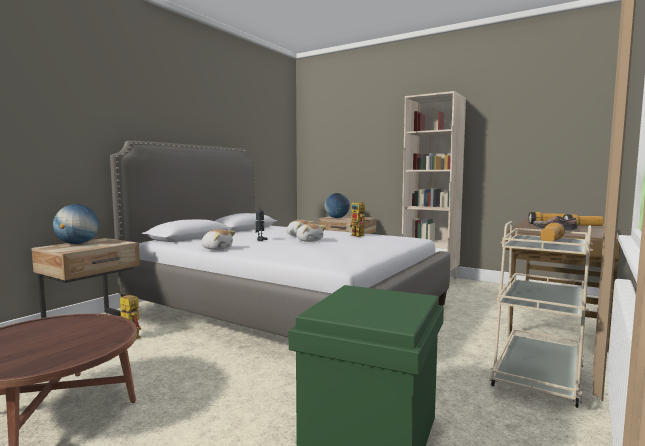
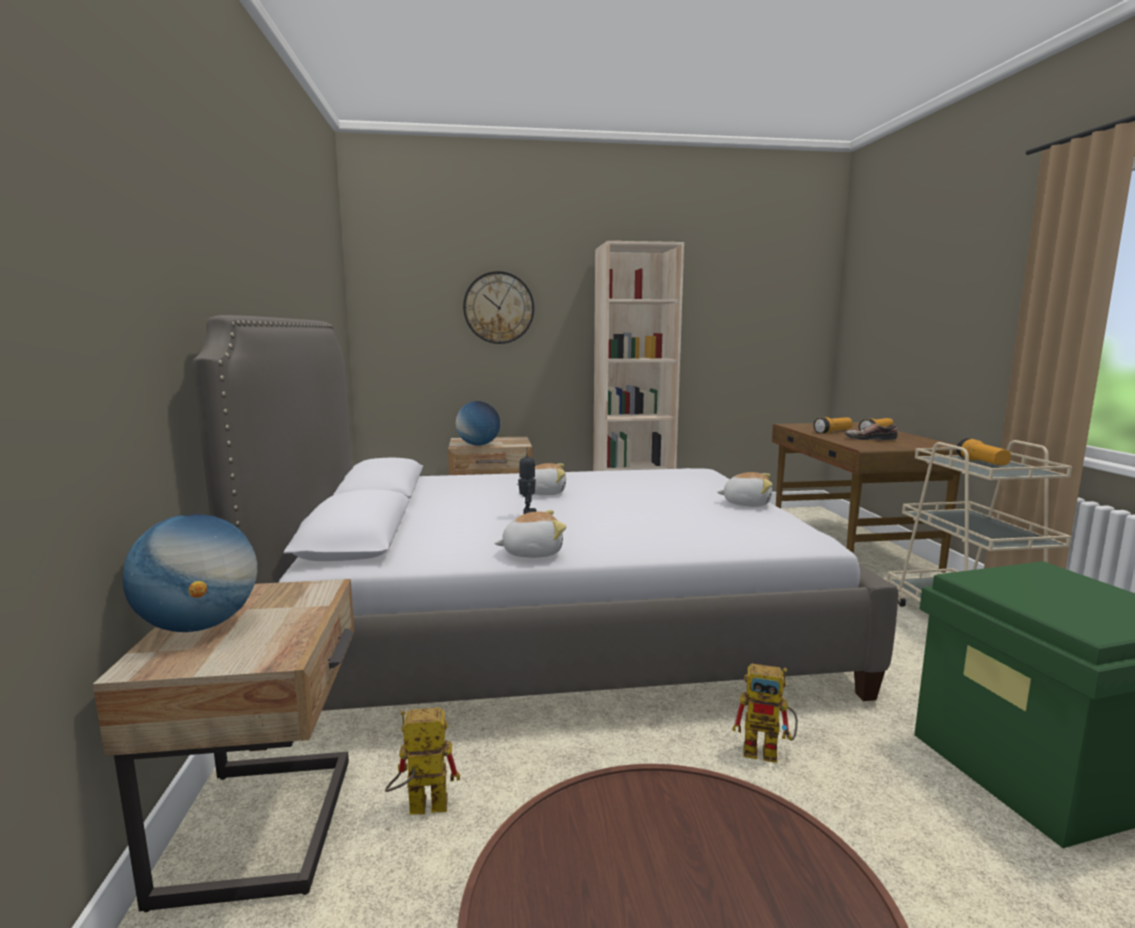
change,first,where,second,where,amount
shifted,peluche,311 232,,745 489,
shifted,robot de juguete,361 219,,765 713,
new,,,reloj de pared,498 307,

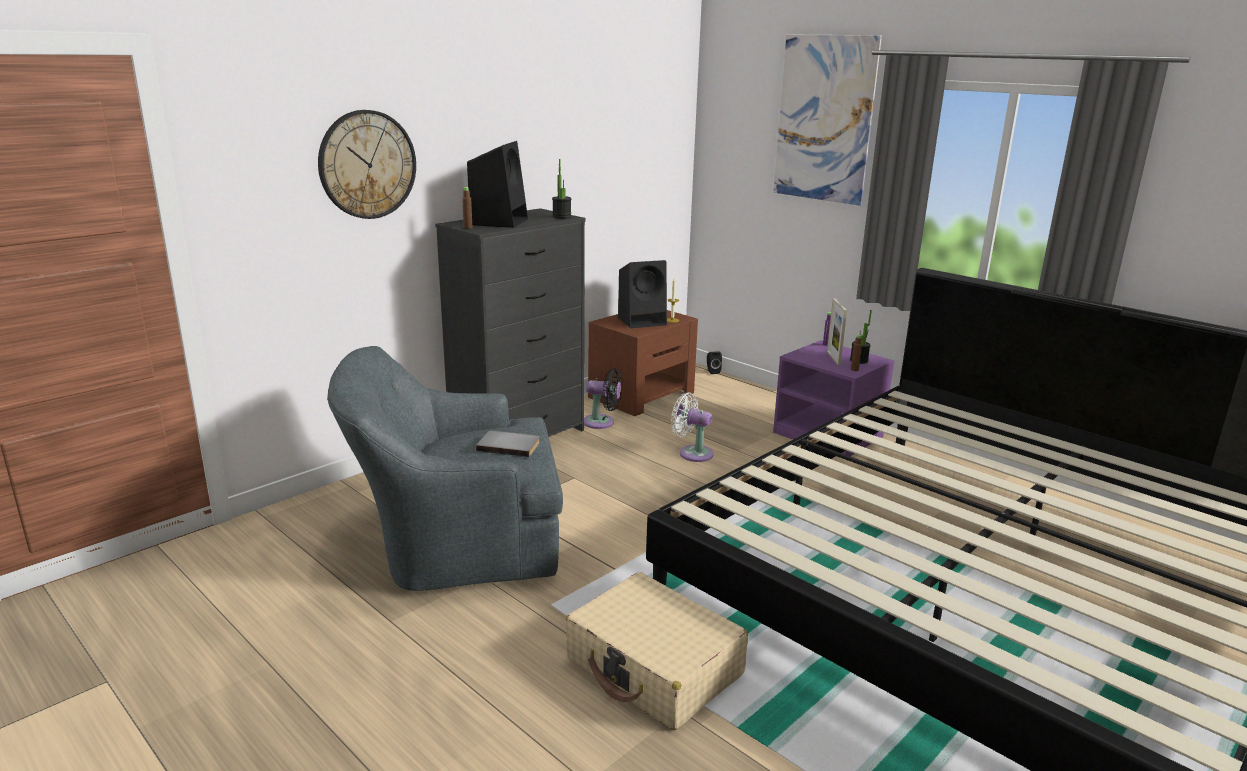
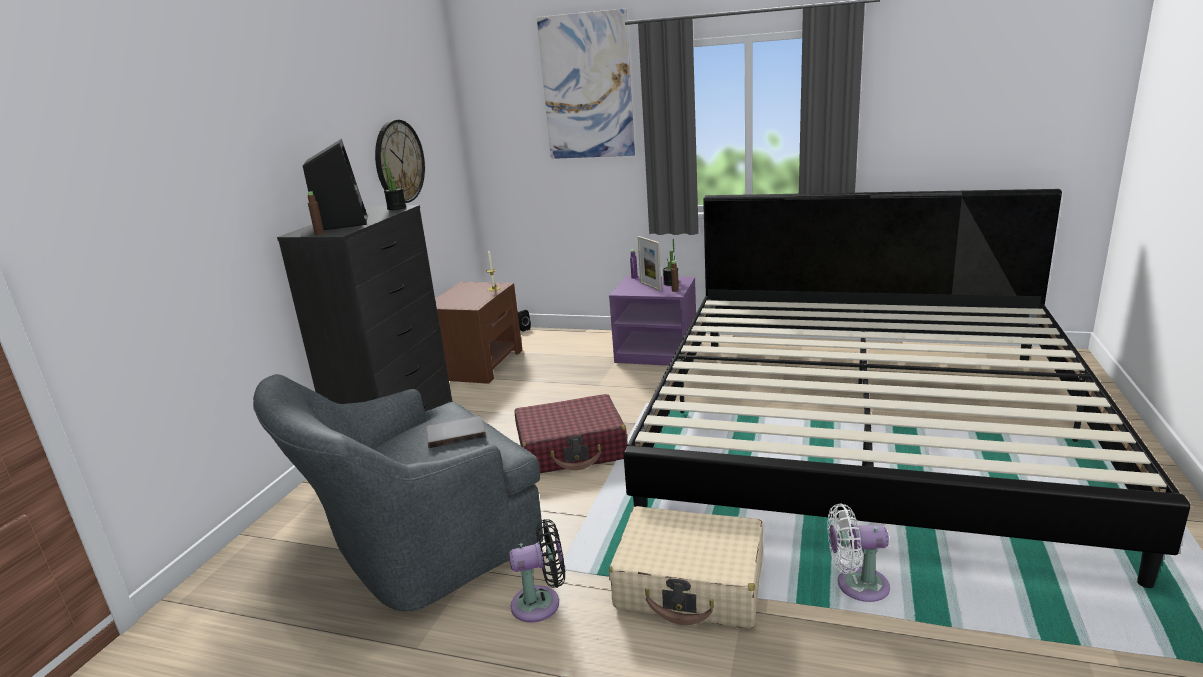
change,first,where,second,where,amount
shifted,reloj de pared,367 164,,400 161,
shifted,ventilador/negro,603 399,,537 571,
gone,altavoz/negro,642 294,,,
shifted,ventilador/blanco,692 427,,858 552,
new,,,maleta/rojo,570 433,

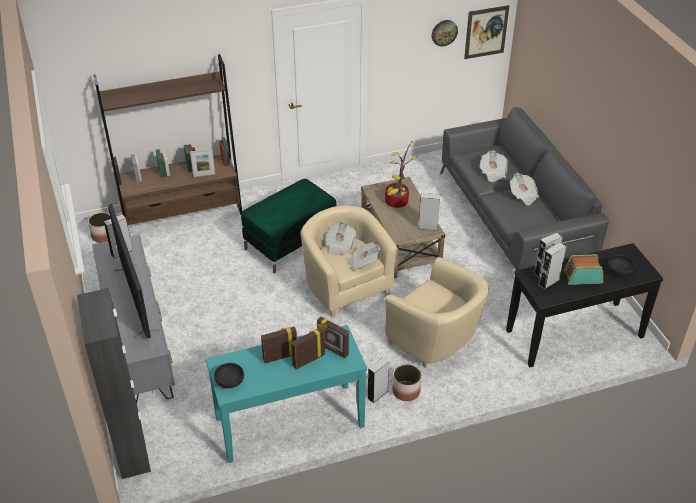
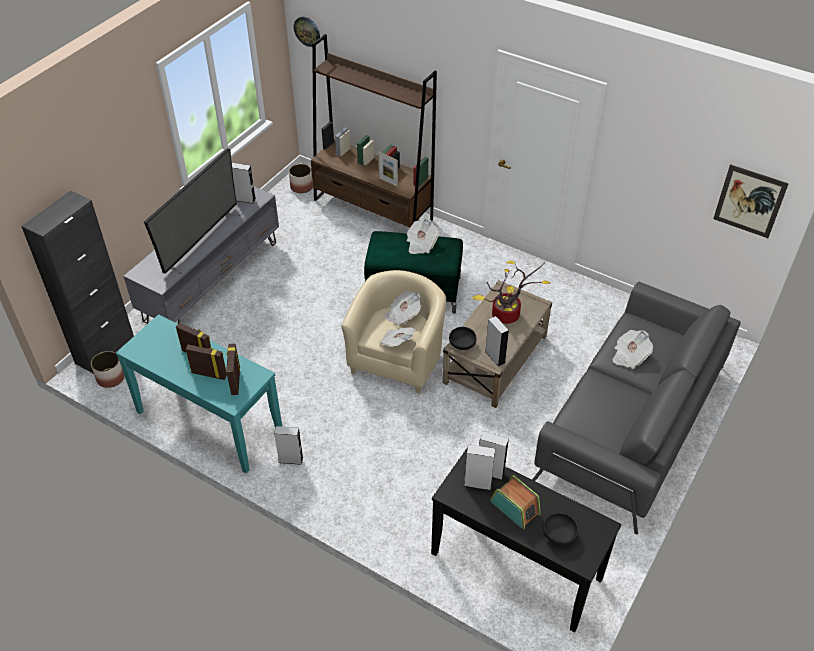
change,first,where,second,where,amount
shifted,cuenco/negro,229 375,,463 338,
gone,sillón/beis,437 312,,,
shifted,maceta,406 382,,108 369,
shifted,reloj de pared,444 33,,307 32,
shifted,periódico,524 189,,423 236,

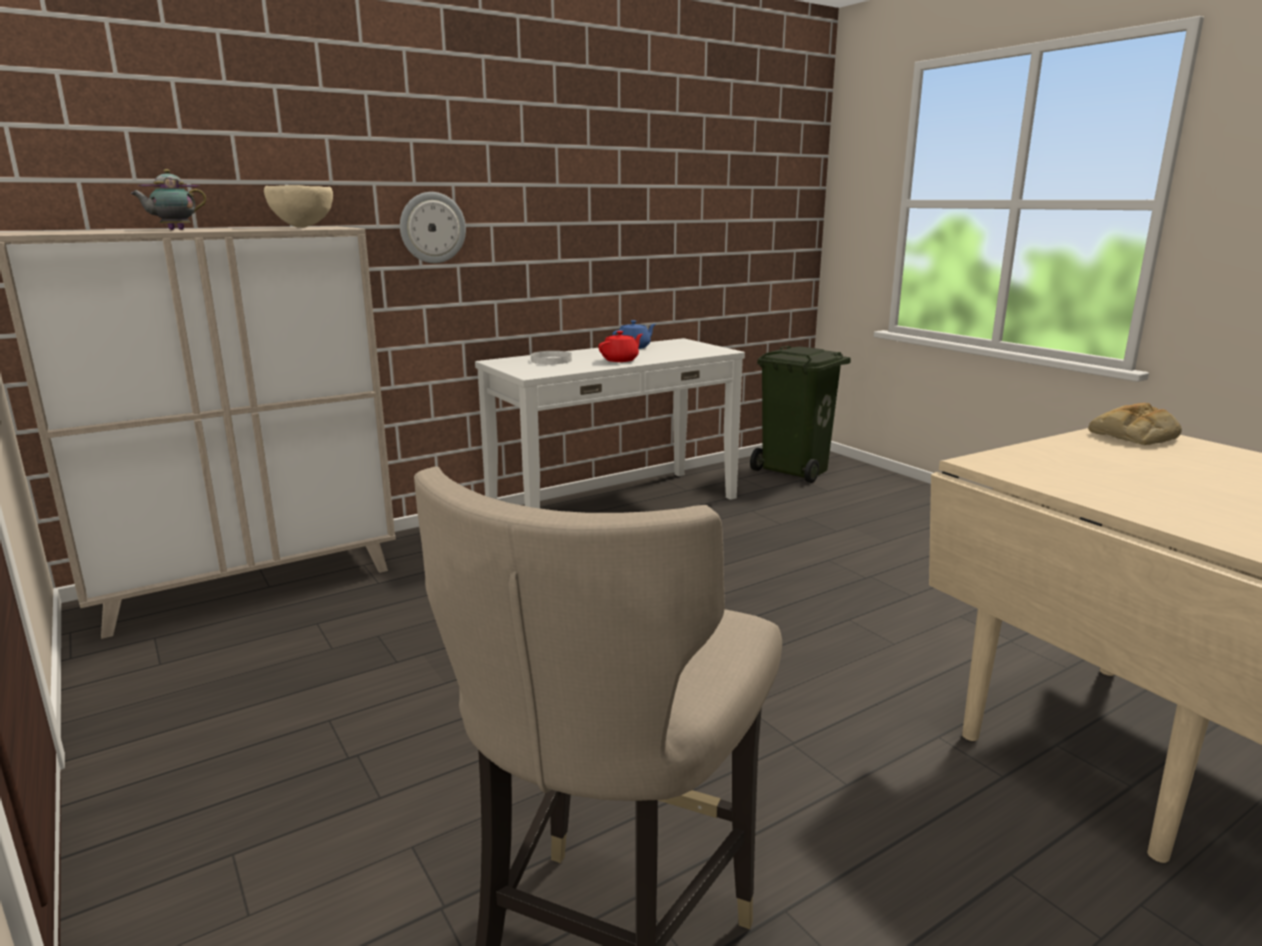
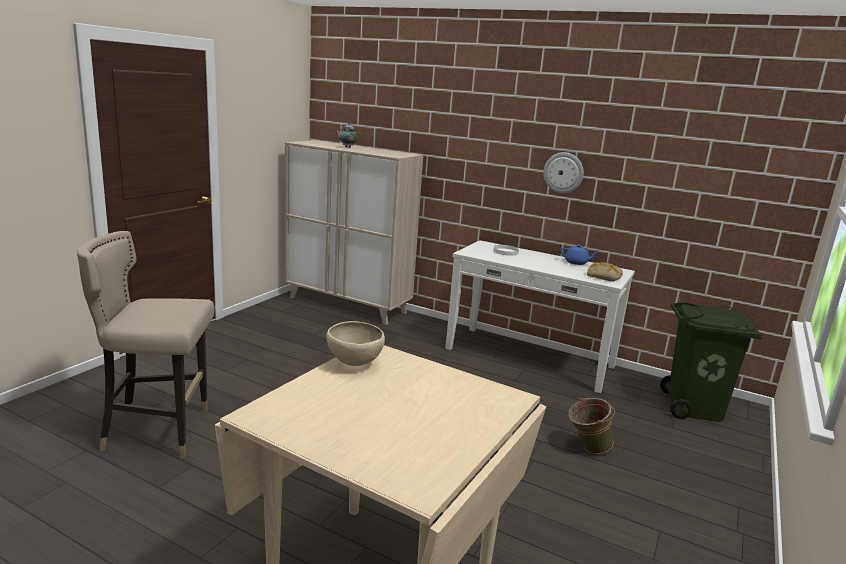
change,first,where,second,where,amount
shifted,cuenco/beis,298 206,,355 343,
shifted,reloj de pared,433 227,,563 172,
gone,tetera/rojo,620 346,,,
shifted,pan,1135 424,,605 272,
new,,,cubo/verde,591 425,

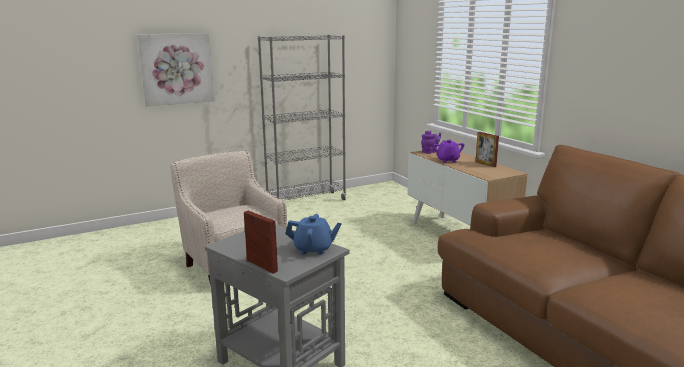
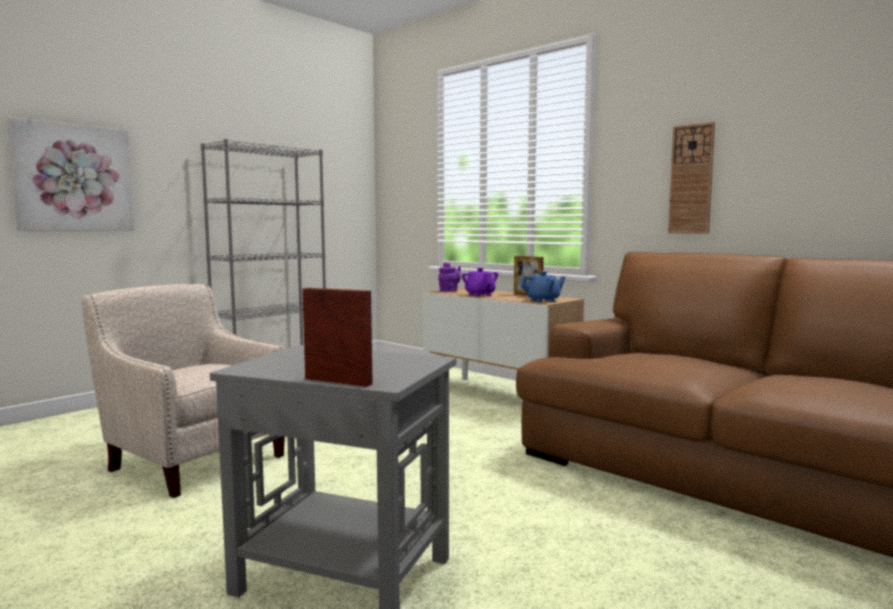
change,first,where,second,where,amount
shifted,tetera/azul,313 234,,543 286,
new,,,reloj de pared,691 178,

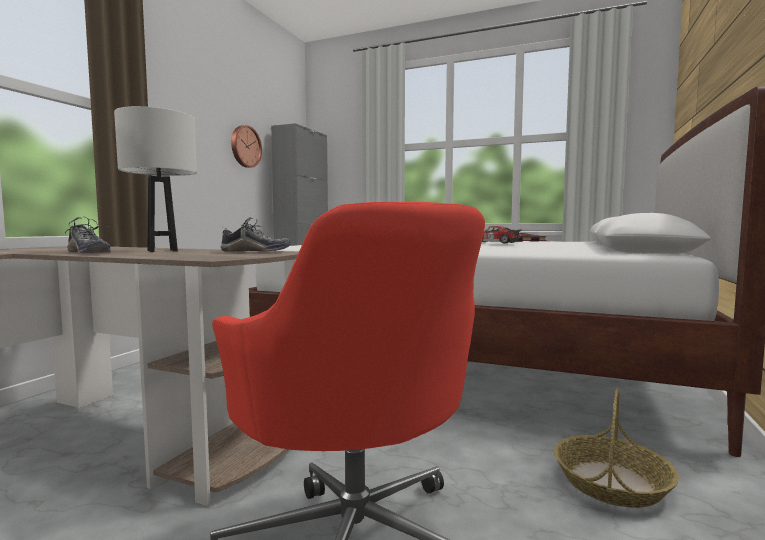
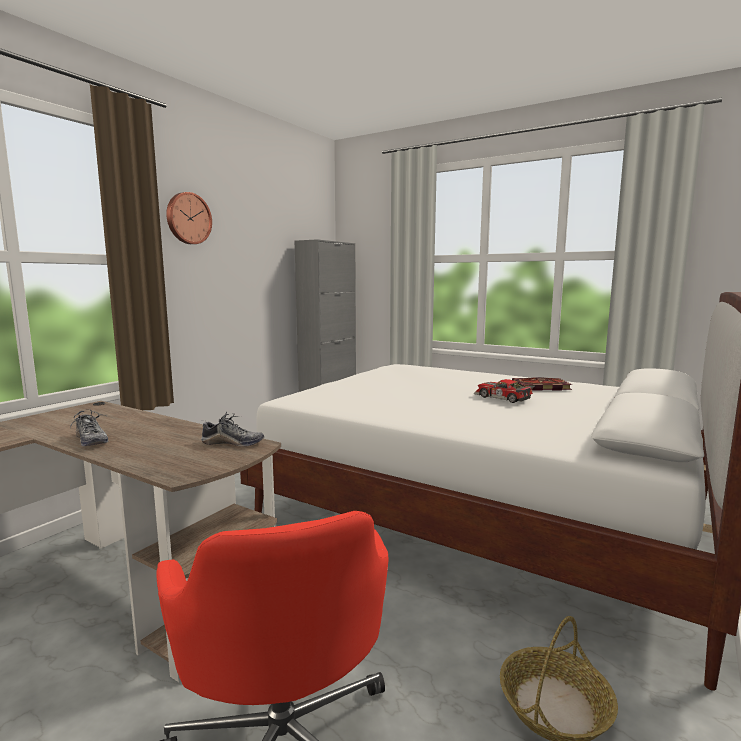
change,first,where,second,where,amount
gone,lámpara de mesa/blanco,155 179,,,
shifted,reloj de pared,246 146,,189 218,

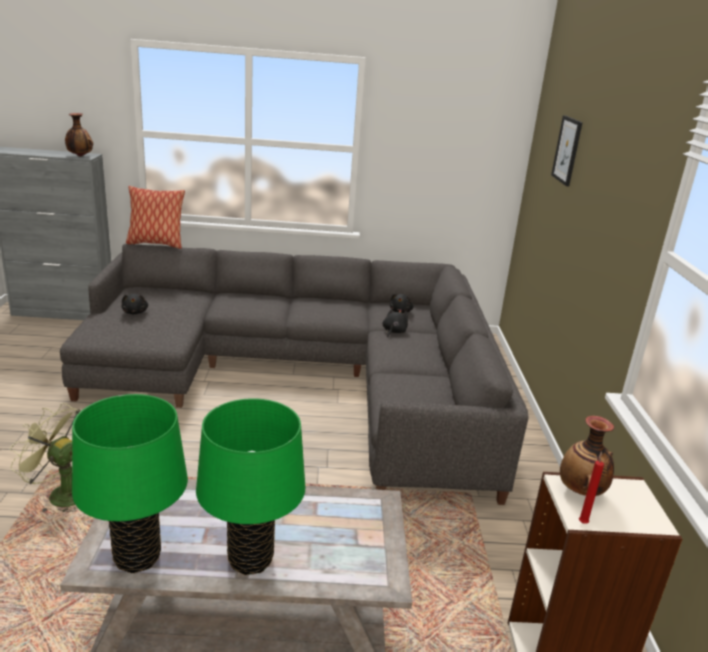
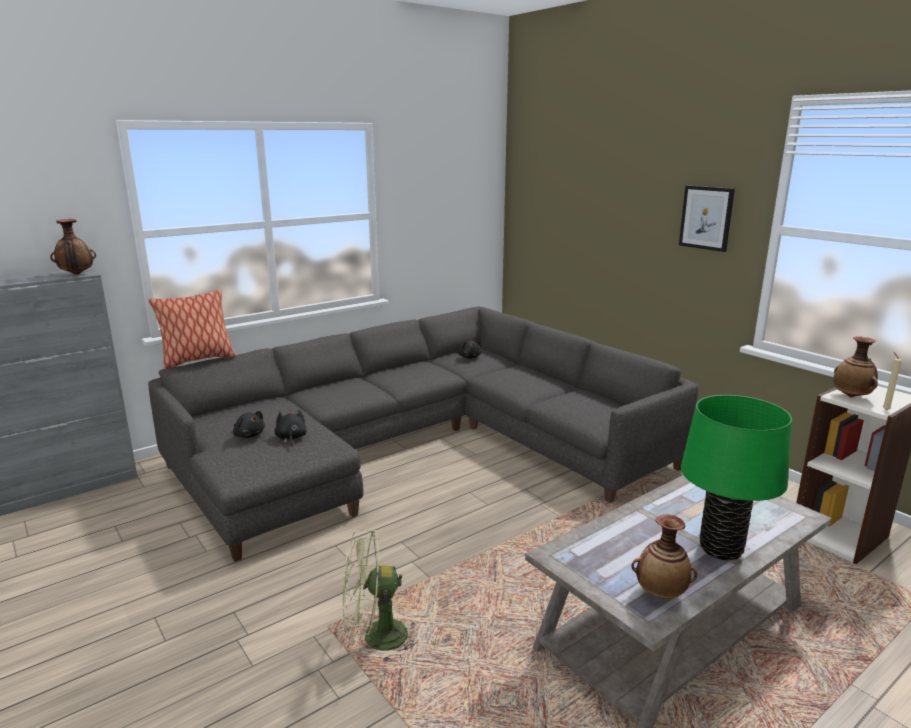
change,first,where,second,where,amount
swapped,lámpara de mesa/verde,130 483,florero,664 557,
shifted,peluche/negro,395 322,,290 428,
shifted,cuadro,567 150,,707 218,
repainted,vela/rojo,591 487,vela/beis,892 381,

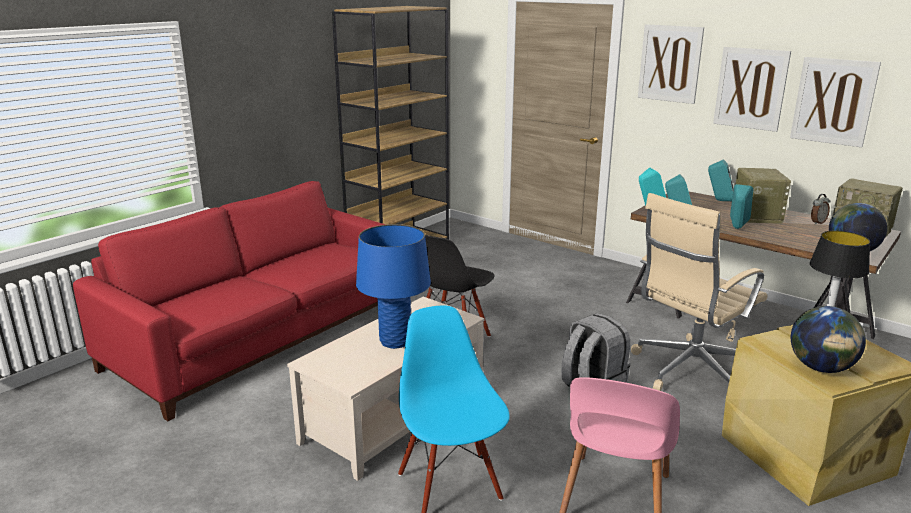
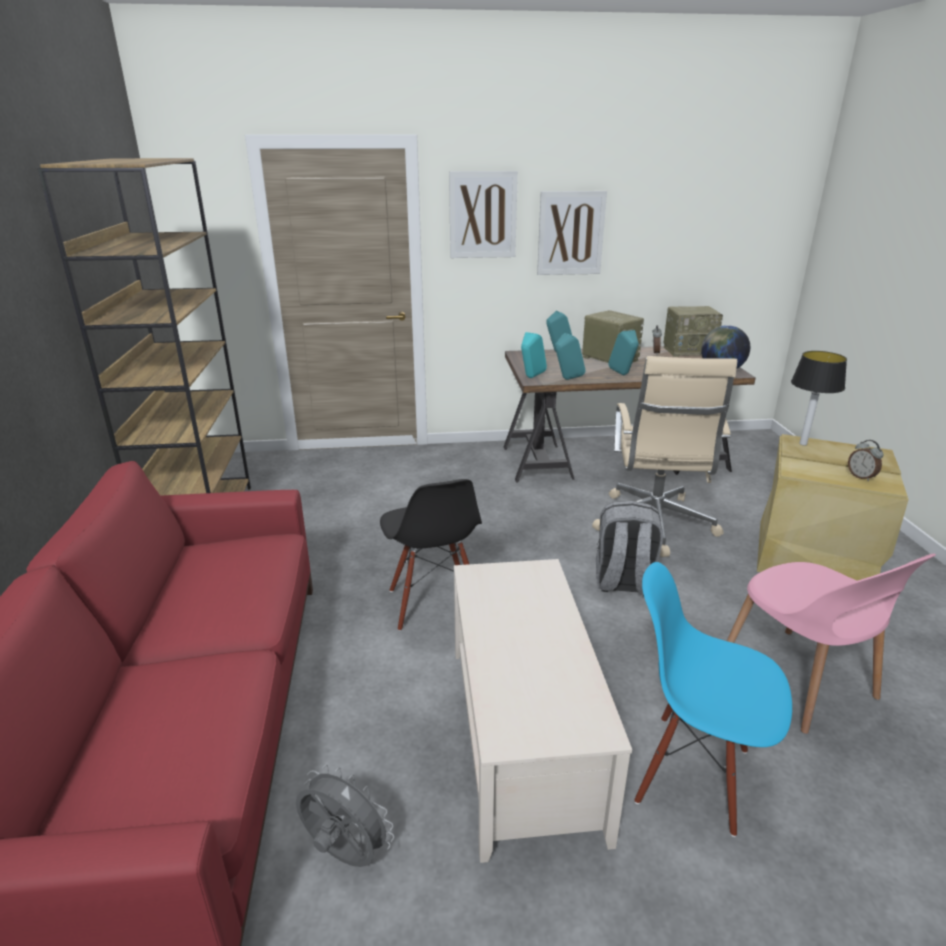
change,first,where,second,where,amount
gone,lámpara de mesa/azul,393 286,,,
gone,cuadro,835 102,,,
swapped,globo terráqueo,828 339,despertador,865 460,
new,,,ventilador/gris,345 815,

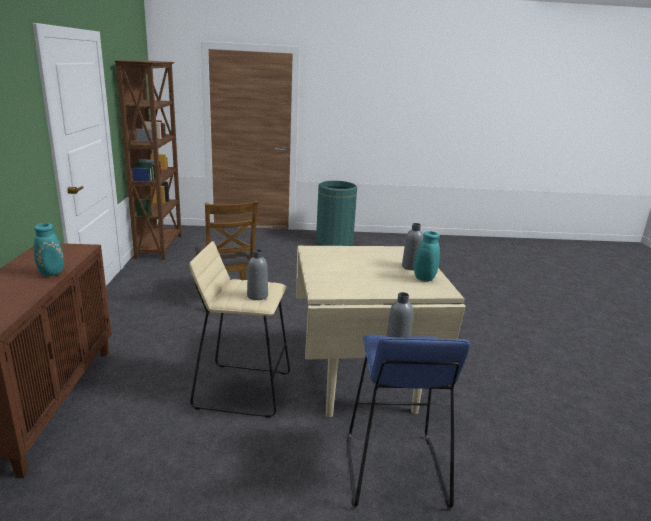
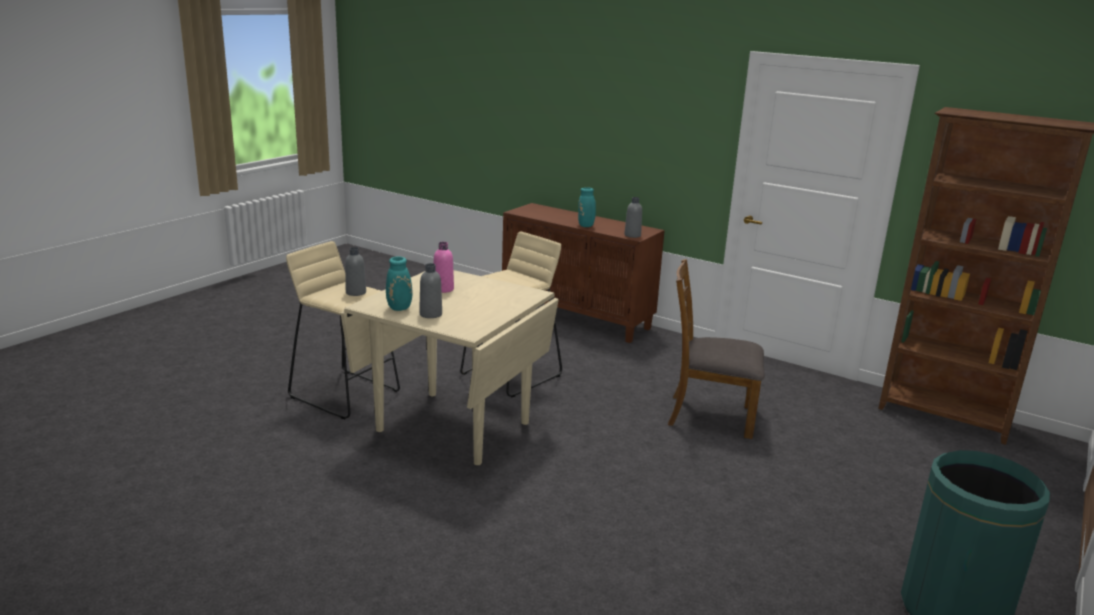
change,first,where,second,where,amount
shifted,botella/gris,257 274,,633 217,
repainted,taburete/azul,408 421,taburete/beis,343 330,
new,,,botella/rosa,444 267,

